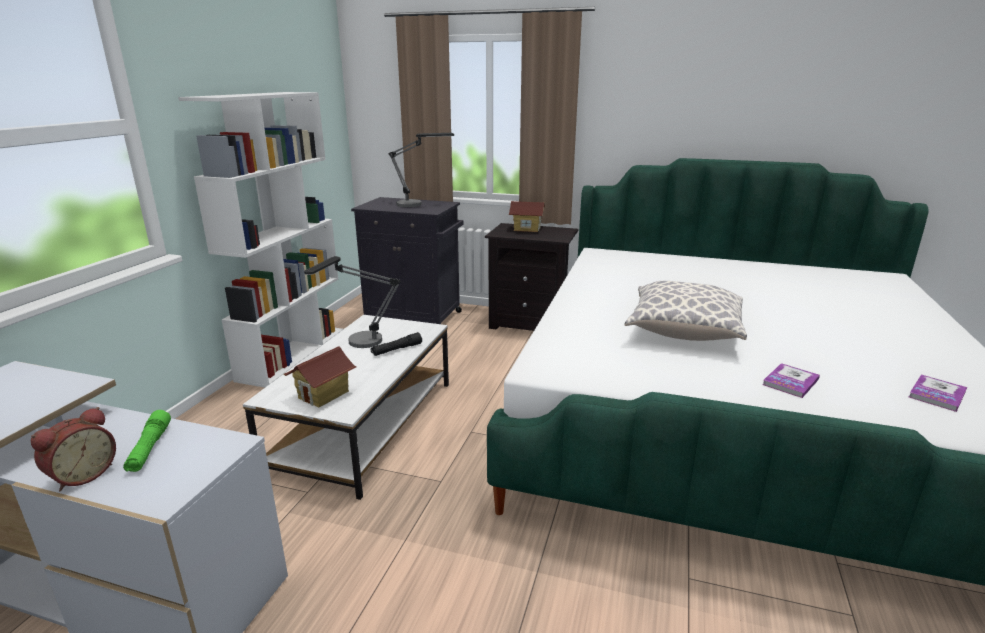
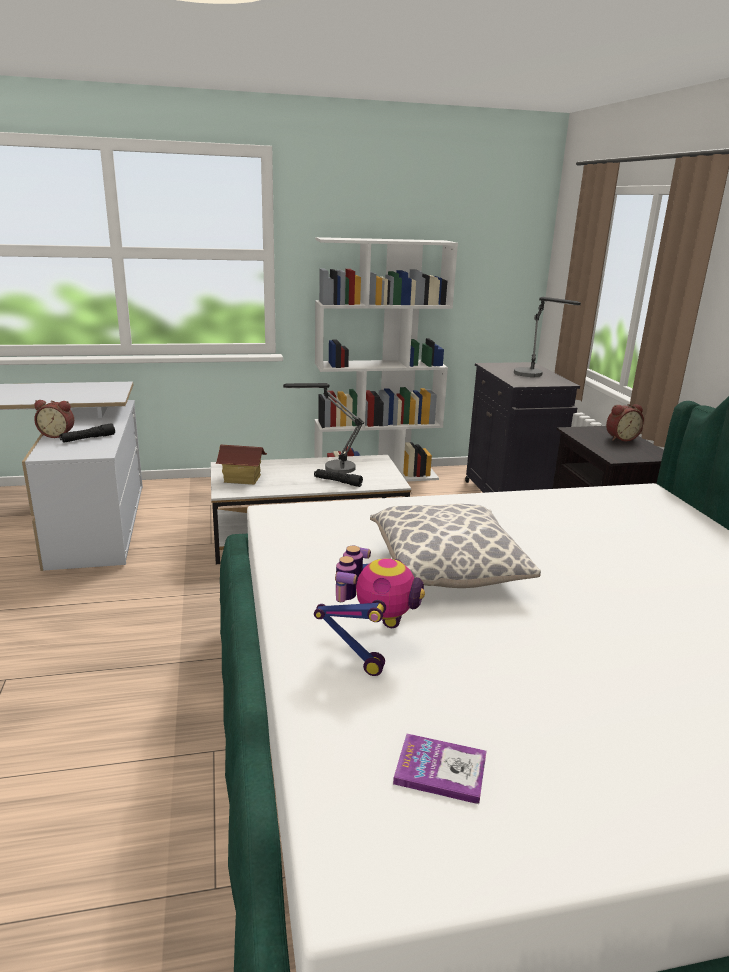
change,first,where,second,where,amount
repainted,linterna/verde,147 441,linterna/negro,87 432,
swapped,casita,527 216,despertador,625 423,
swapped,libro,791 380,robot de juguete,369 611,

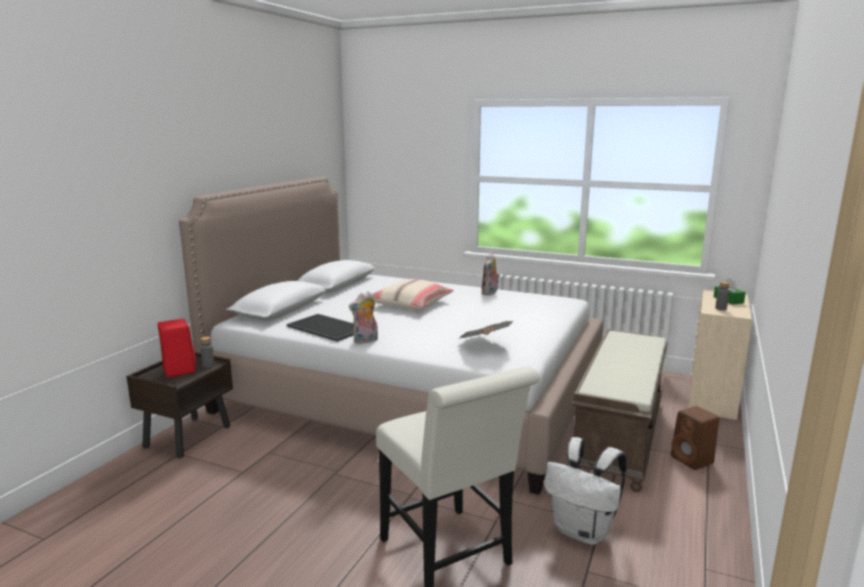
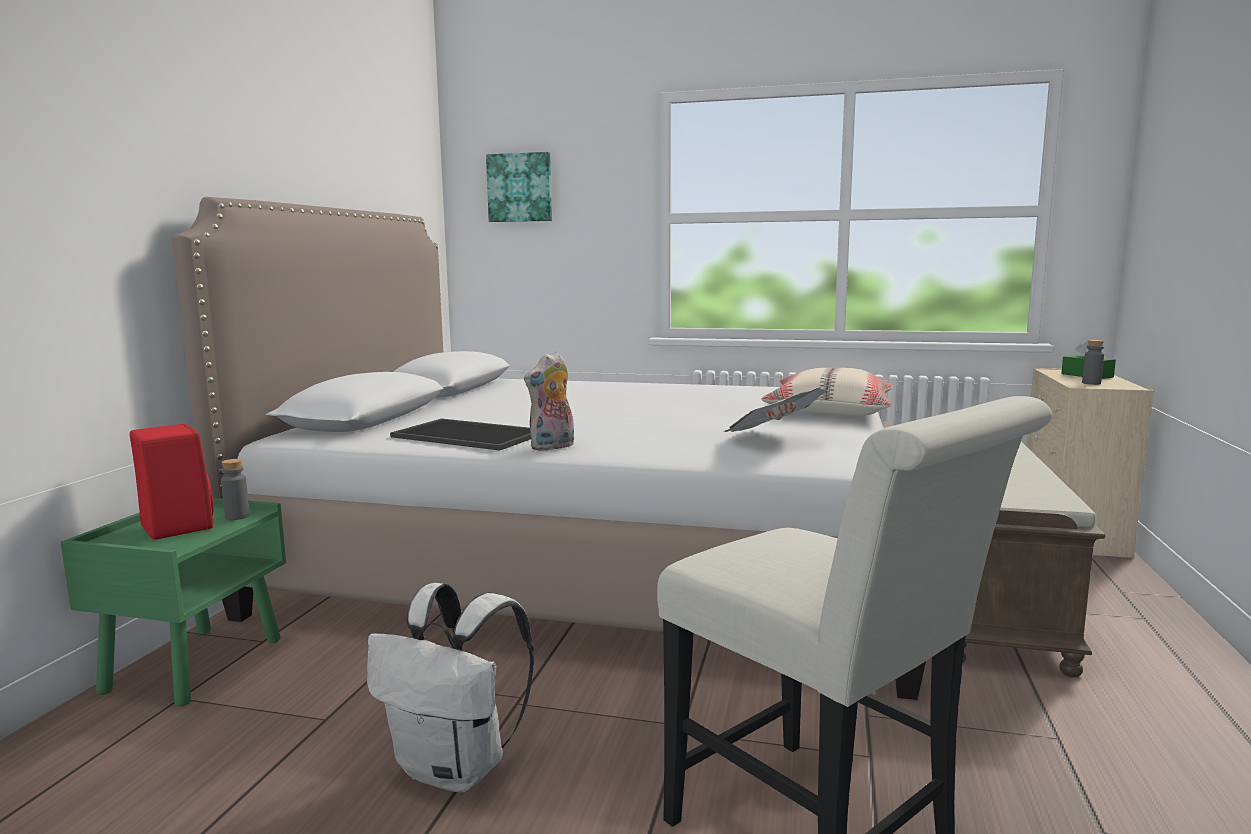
change,first,where,second,where,amount
repainted,mesita de noche/marrón,179 405,mesita de noche/verde,173 602,
shifted,cojín/beis,413 294,,827 392,
gone,peluche,490 274,,,
shifted,mochila/blanco,586 491,,450 688,
gone,altavoz/marrón,695 438,,,
new,,,cuadro,519 187,

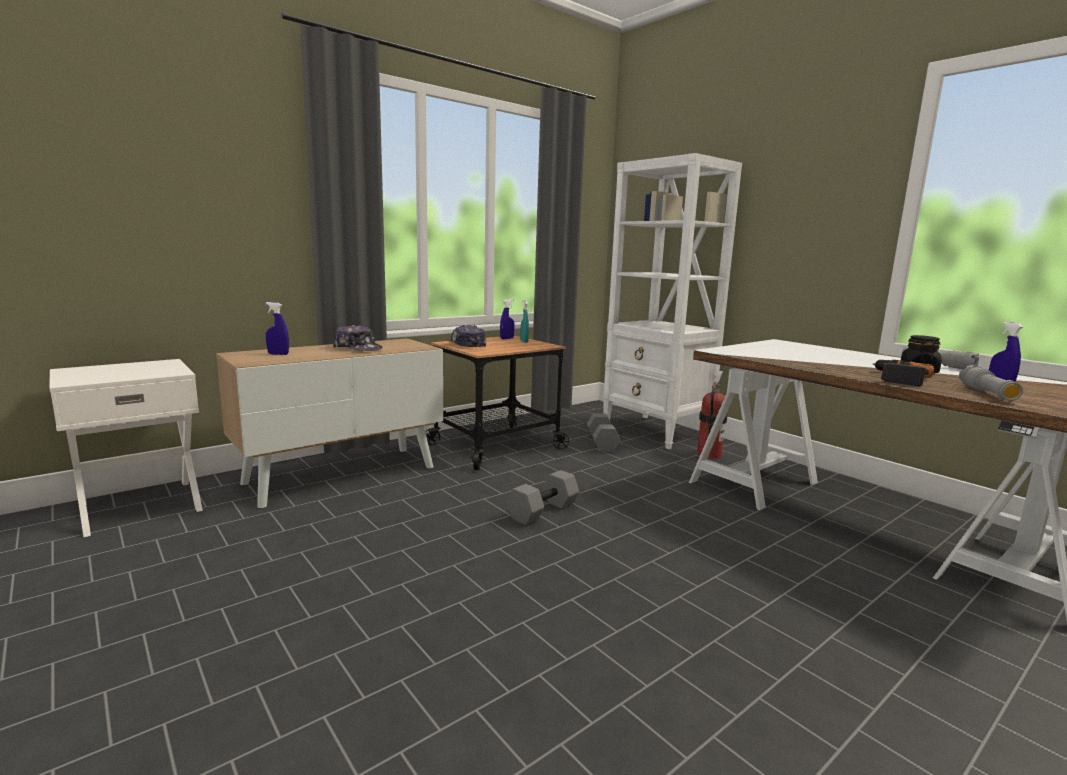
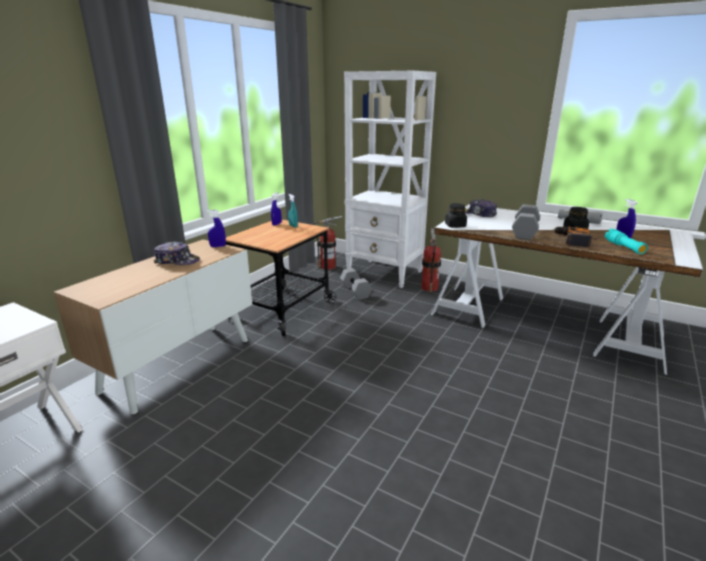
change,first,where,second,where,amount
shifted,pulverizador/azul,277 328,,216 228,
shifted,gorra,467 336,,481 208,
shifted,mancuerna/gris,543 497,,526 222,
repainted,linterna/gris,991 383,linterna/turquesa,626 241,
new,,,extintor,327 243,
new,,,tarro/negro,456 215,

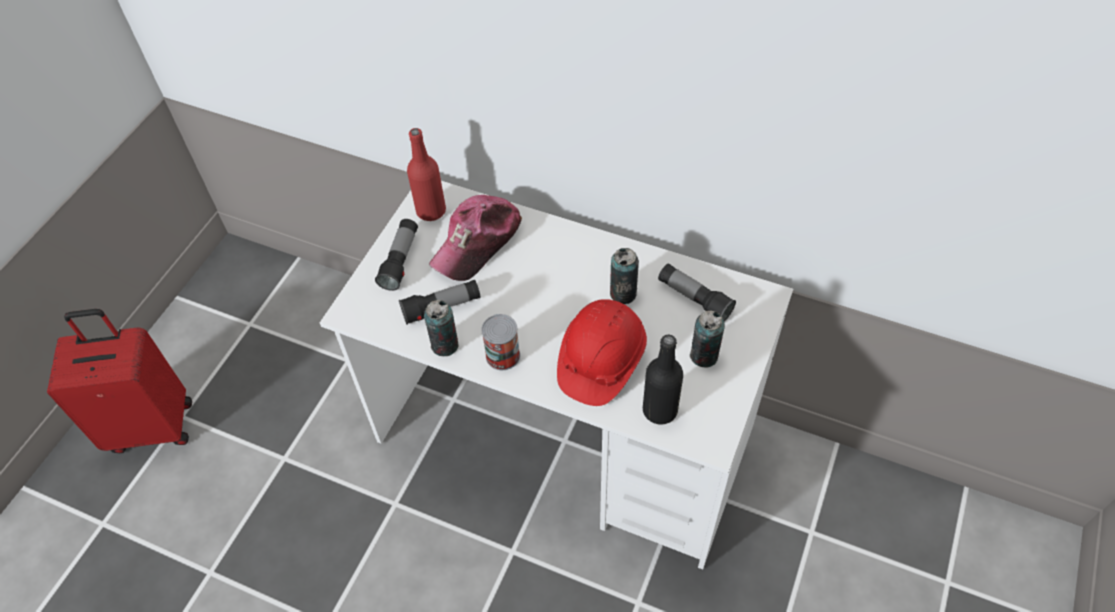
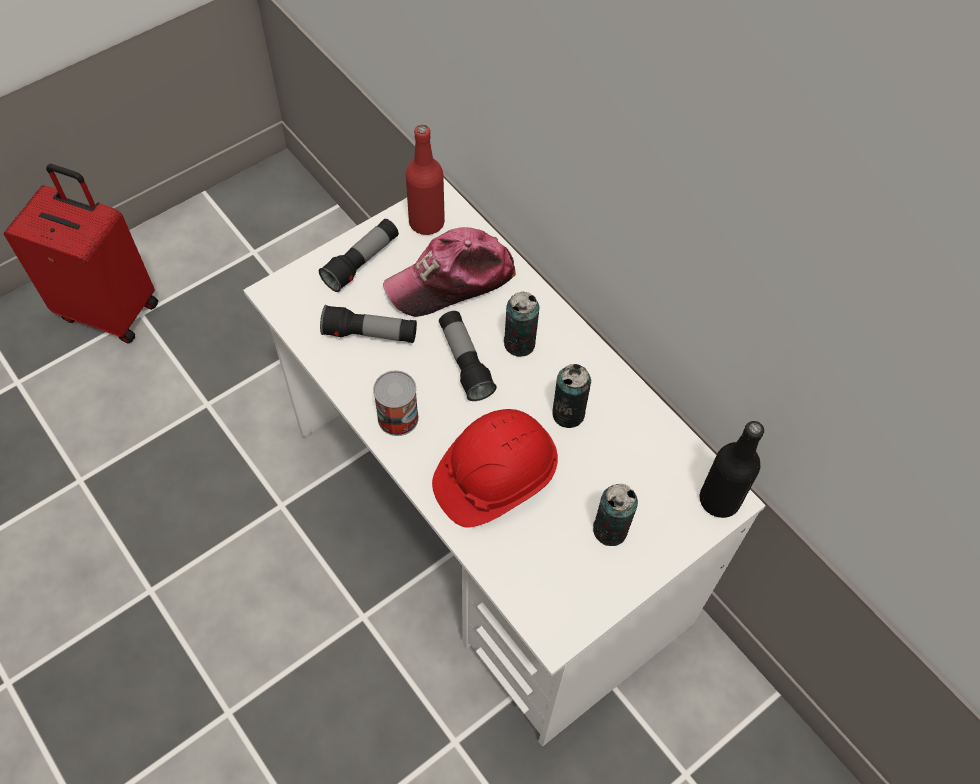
change,first,where,second,where,amount
shifted,lata,441 328,,521 324,
shifted,botella/negro,663 379,,731 469,
shifted,linterna,697 292,,468 356,

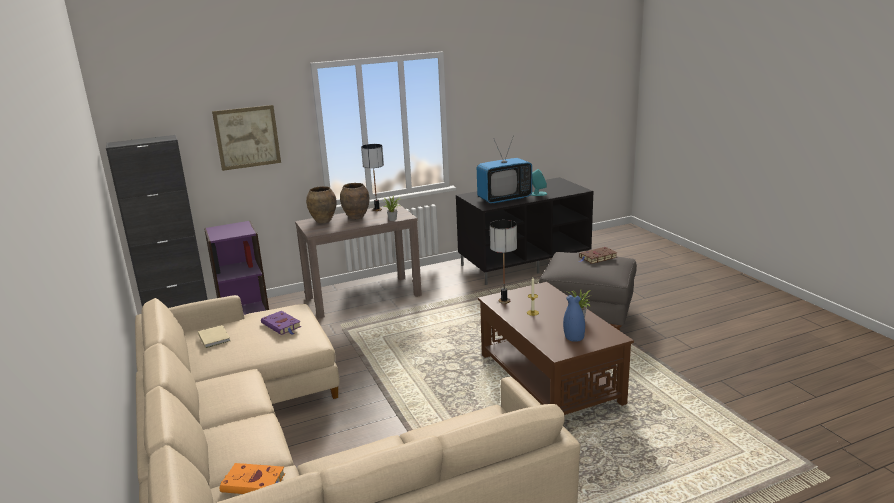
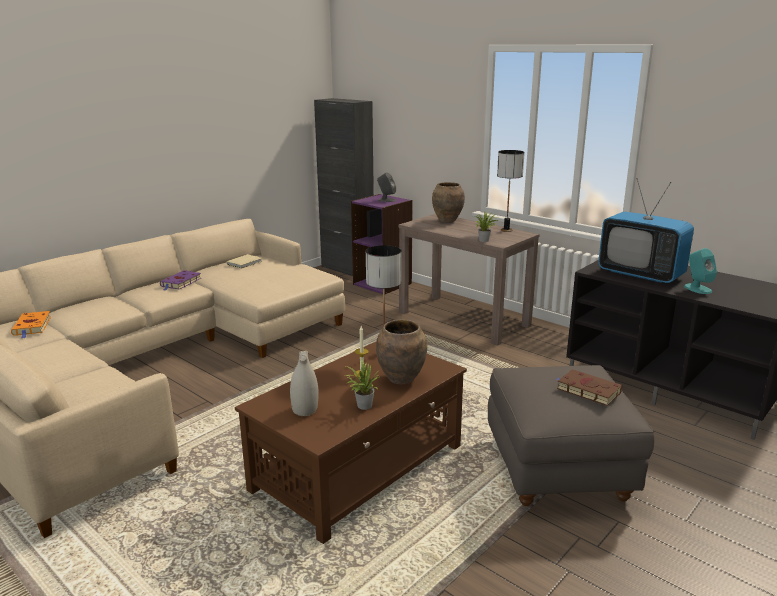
change,first,where,second,where,amount
gone,cuadro,246 138,,,
shifted,libro/morado,281 323,,180 280,
shifted,florero/marrón,355 201,,401 351,
repainted,florero/azul,574 318,florero/blanco,304 383,
new,,,altavoz/gris,386 187,

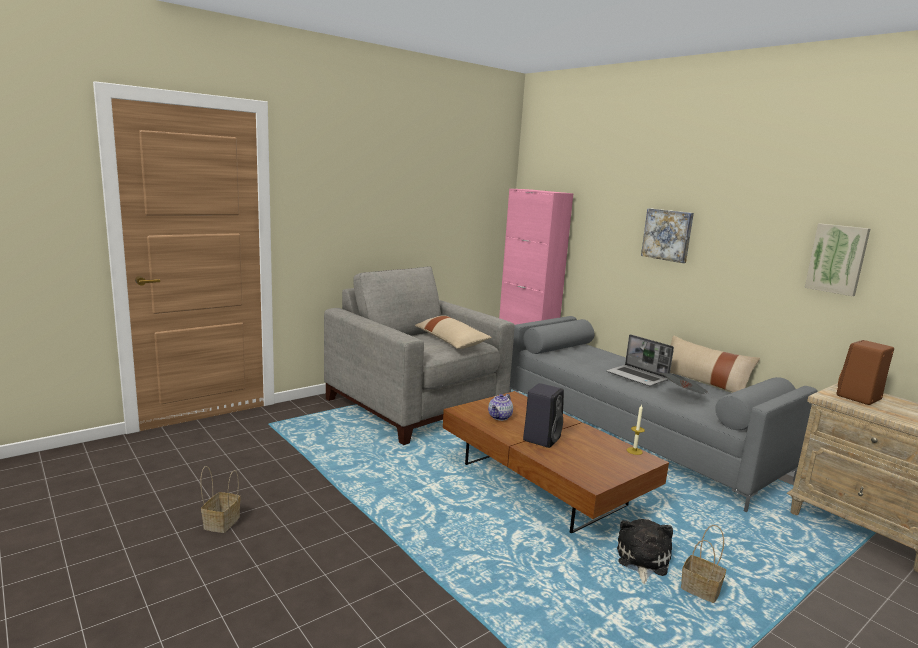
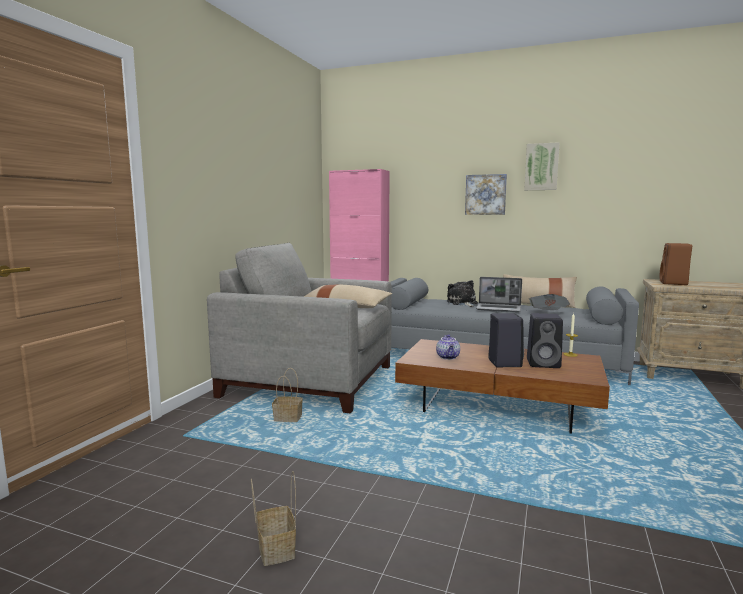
change,first,where,second,where,amount
shifted,peluche,645 551,,462 293,
shifted,cesta,703 564,,287 395,
shifted,cuadro,837 260,,542 166,
new,,,altavoz/negro,545 340,

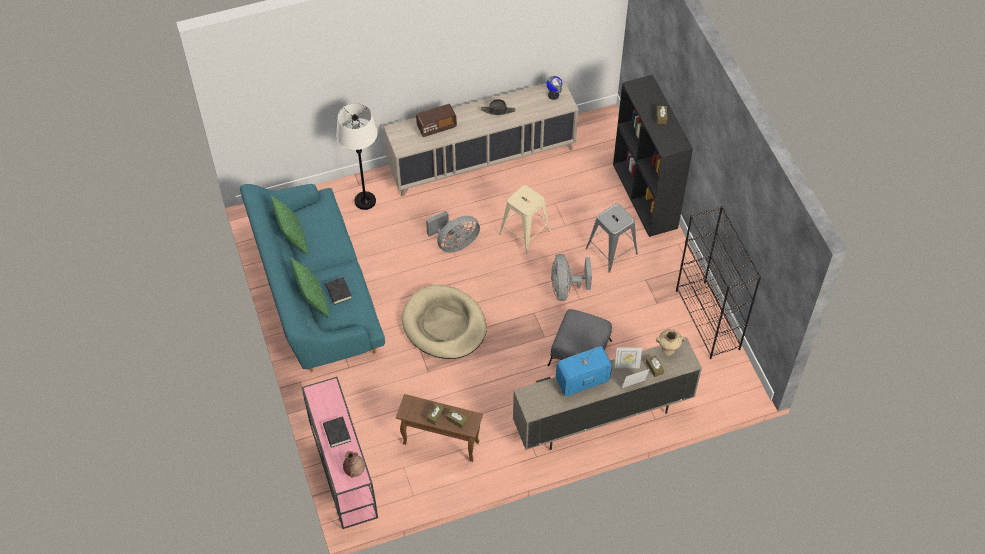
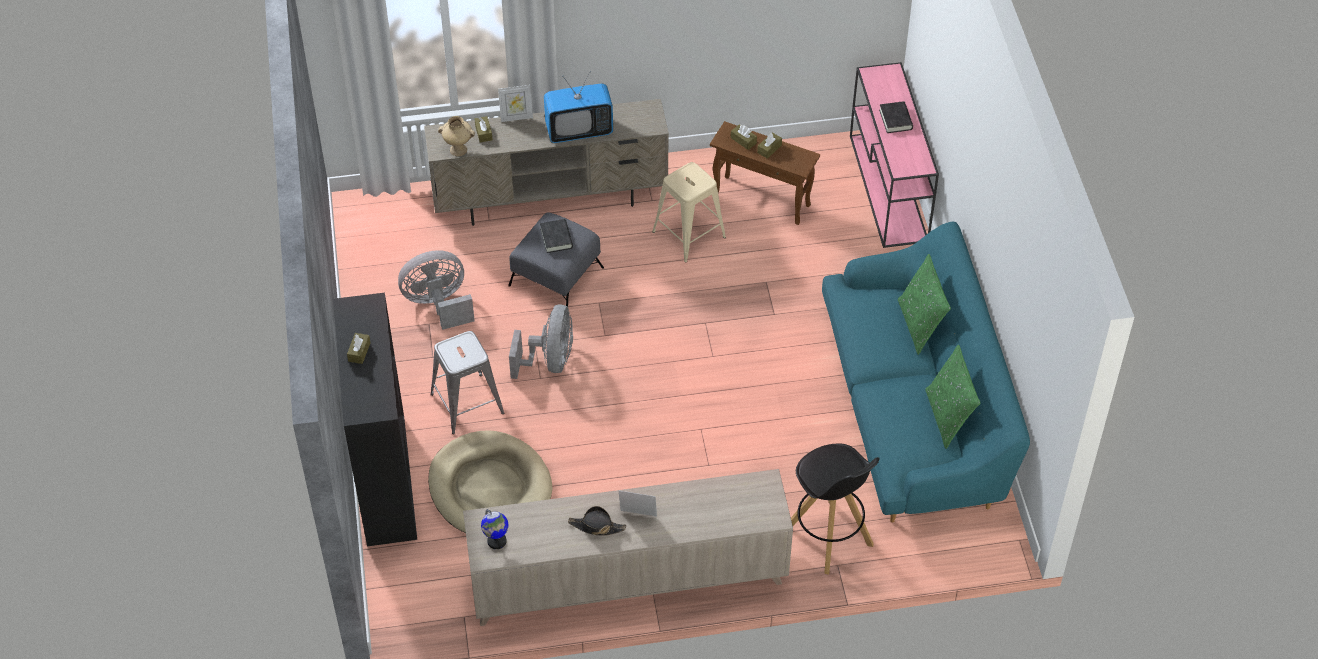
change,first,where,second,where,amount
shifted,libro/negro,338 291,,556 236,
swapped,lámpara de pie/blanco,357 156,taburete/negro,835 509,
gone,florero/marrón,354 464,,,
shifted,cama para perro/beis,444 322,,490 481,
gone,radio,436 120,,,
shifted,ventilador/gris,453 232,,436 290,
shifted,taburete/beis,525 219,,689 212,
shifted,portarretratos,628 357,,638 503,
gone,estantería/negro,718 282,,,

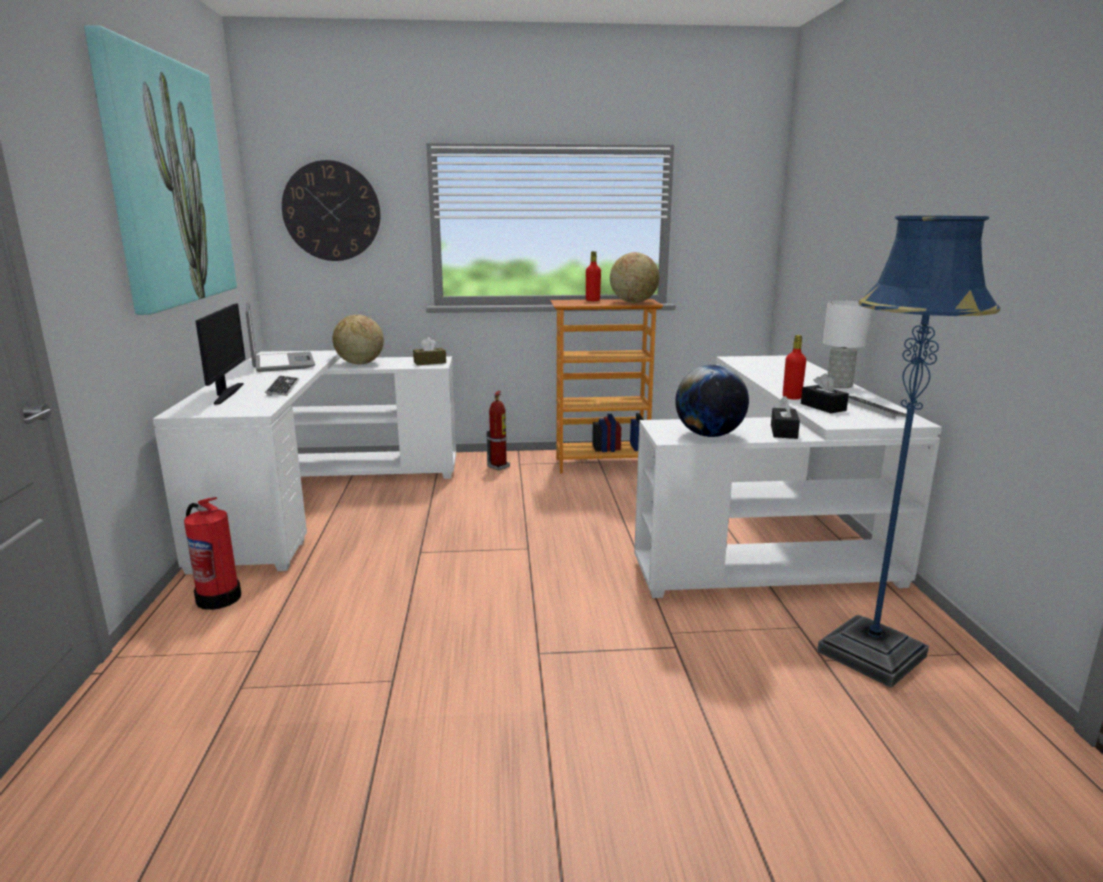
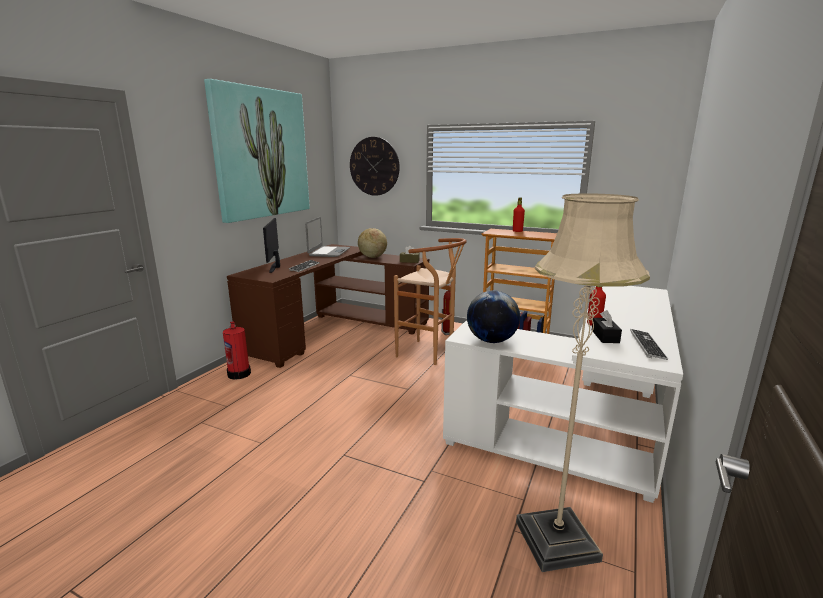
change,first,where,second,where,amount
repainted,escritorio/blanco,304 462,escritorio/marrón,328 306,
rotated,monitor,220 354,,271 245,150 degrees clockwise
gone,globo terráqueo,634 277,,,
gone,caja de pañuelos/negro,785 417,,,
repainted,lámpara de pie/azul,909 452,lámpara de pie/beis,583 382,
gone,lámpara de mesa/blanco,847 344,,,
new,,,taburete/marrón,430 301,

